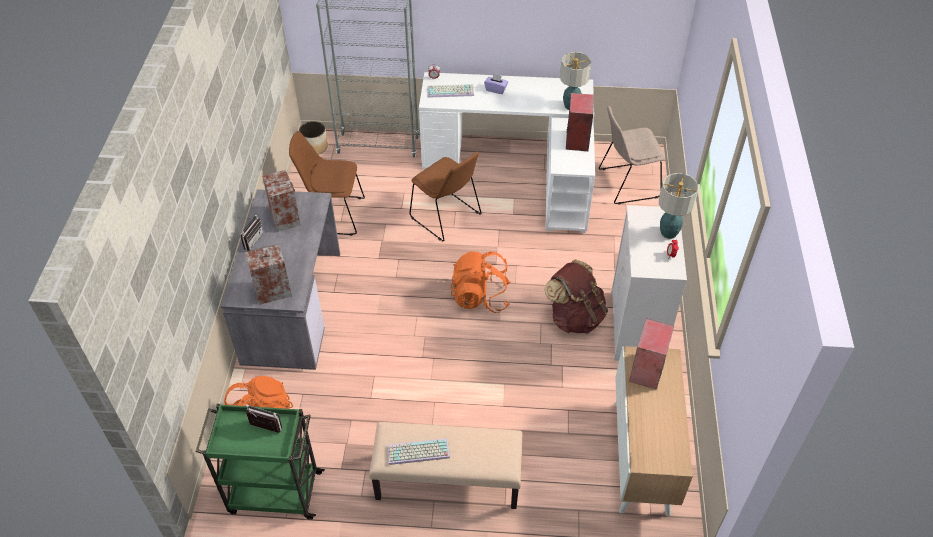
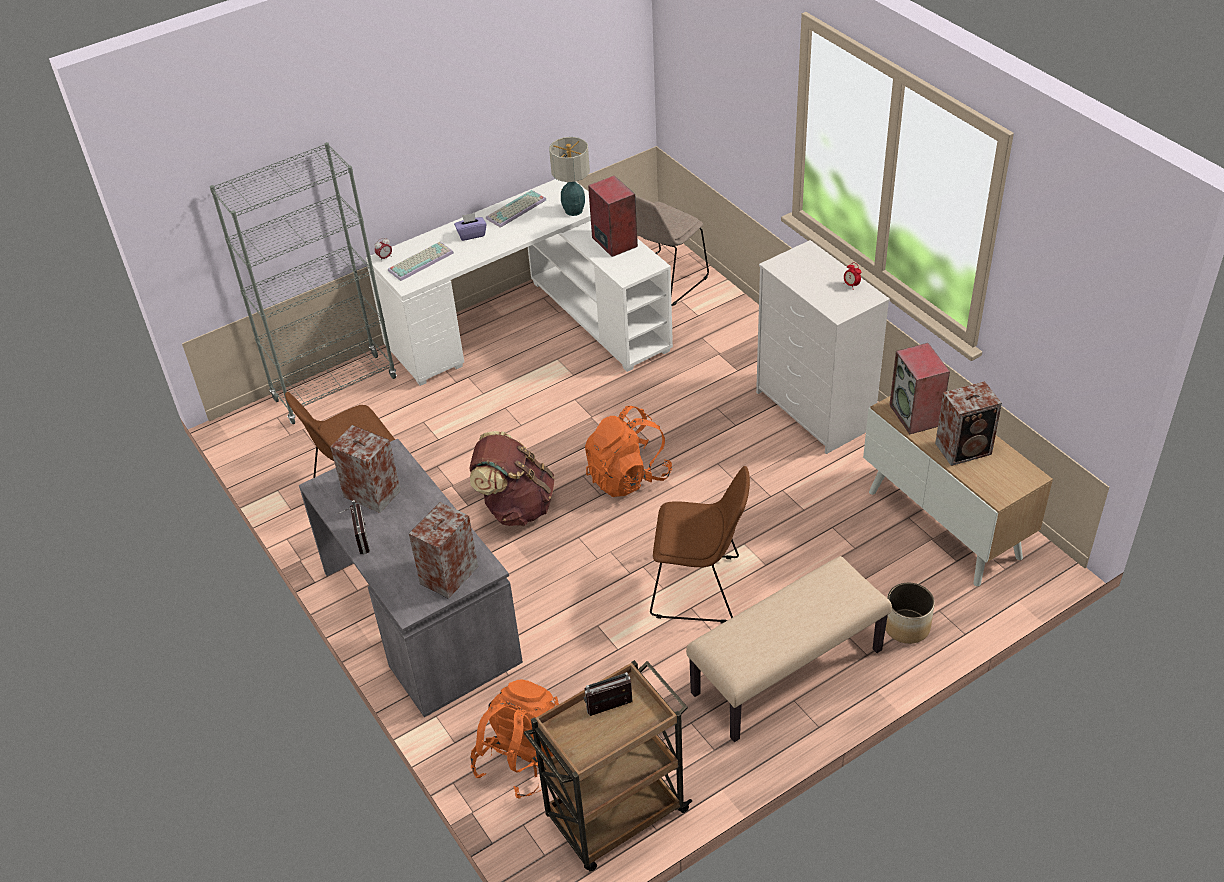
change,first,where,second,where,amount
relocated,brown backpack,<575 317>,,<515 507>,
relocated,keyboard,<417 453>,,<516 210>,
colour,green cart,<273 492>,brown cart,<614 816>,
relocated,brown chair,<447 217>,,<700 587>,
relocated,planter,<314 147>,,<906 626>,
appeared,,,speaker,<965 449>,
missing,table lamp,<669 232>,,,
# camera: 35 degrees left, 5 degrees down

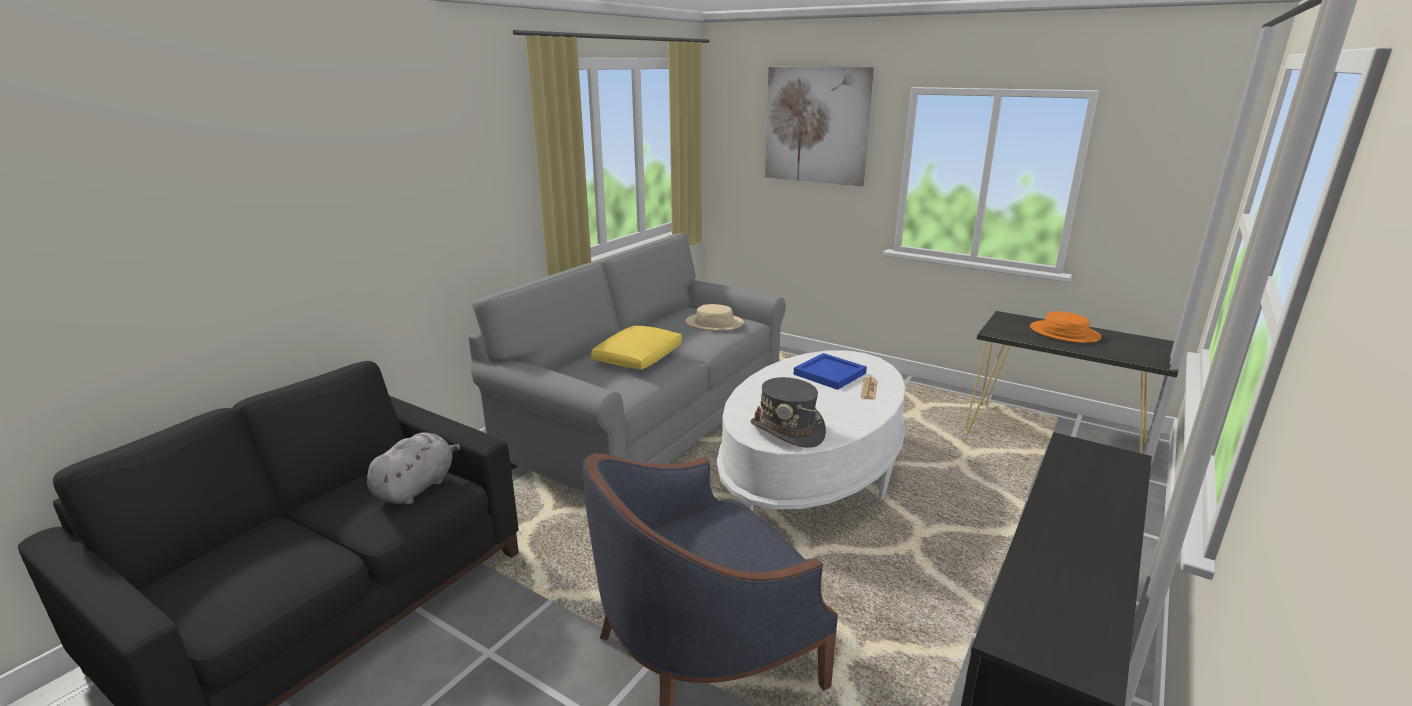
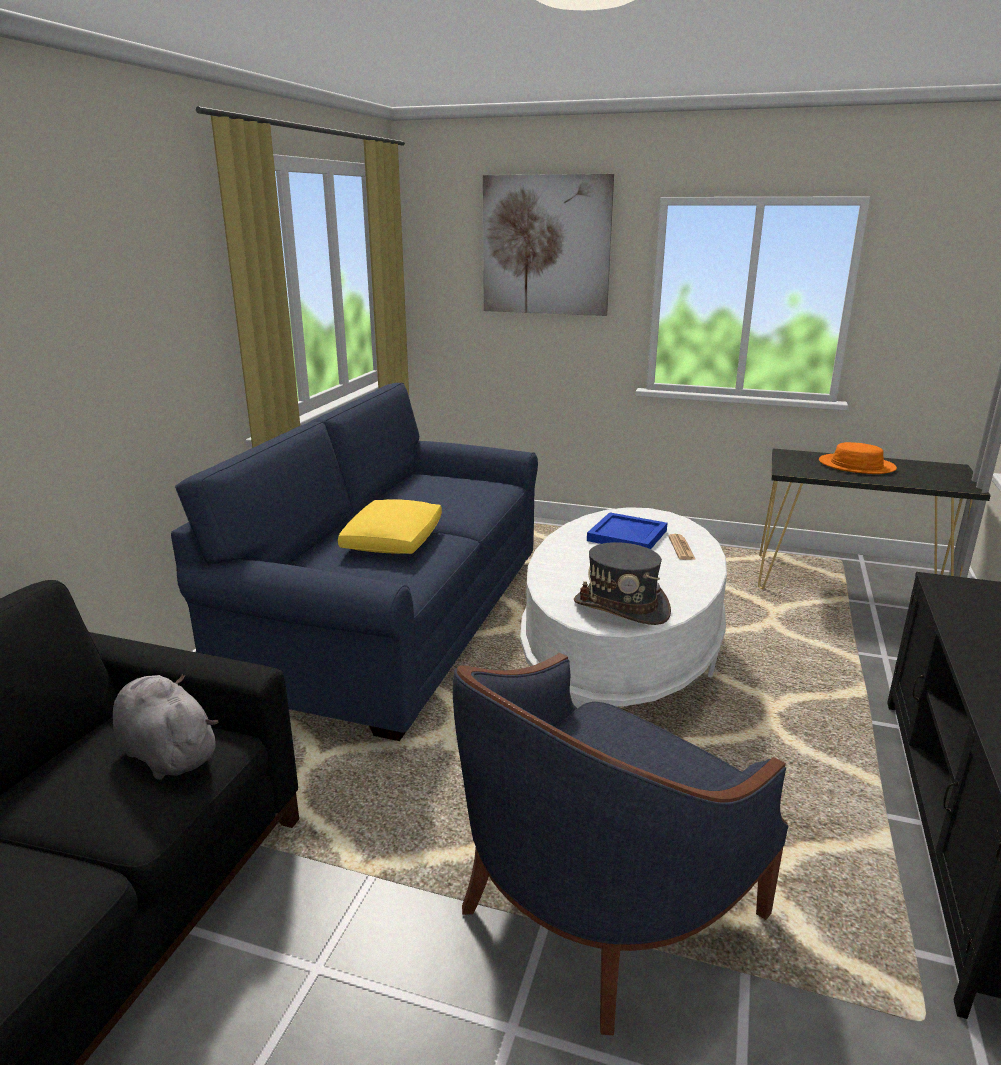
change,first,where,second,where,amount
spun,grey plush toy,<417 487>,,<166 752>,60 degrees counterclockwise
colour,grey sofa,<649 423>,blue sofa,<396 623>,
missing,beige hat,<714 323>,,,
# camera: 15 degrees left, 0 degrees up

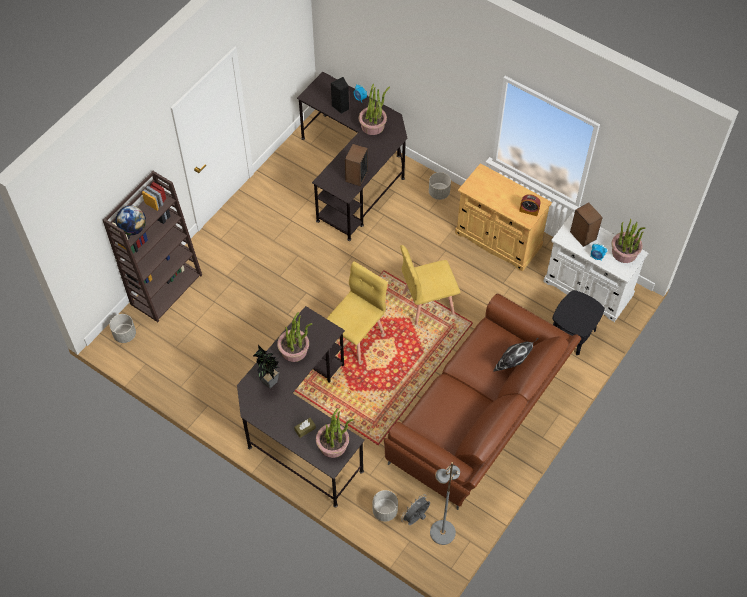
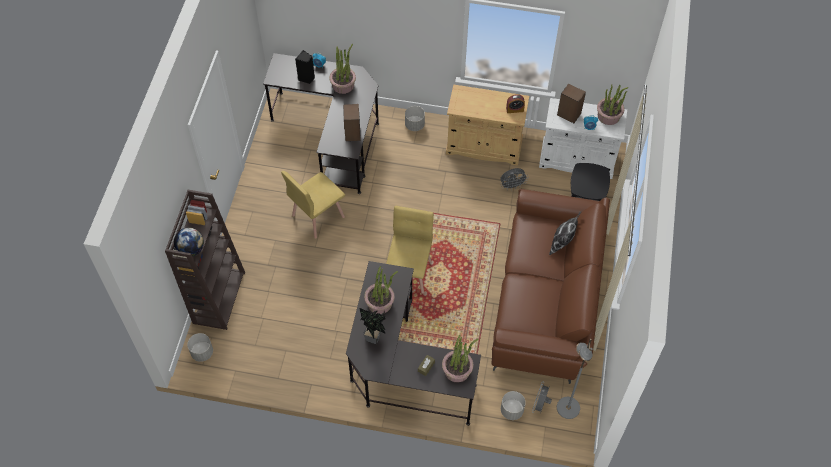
change,first,where,second,where,amount
relocated,yellow chair,<427 303>,,<317 216>,
appeared,,,grey fan,<512 186>,
# camera: 25 degrees left, 0 degrees up

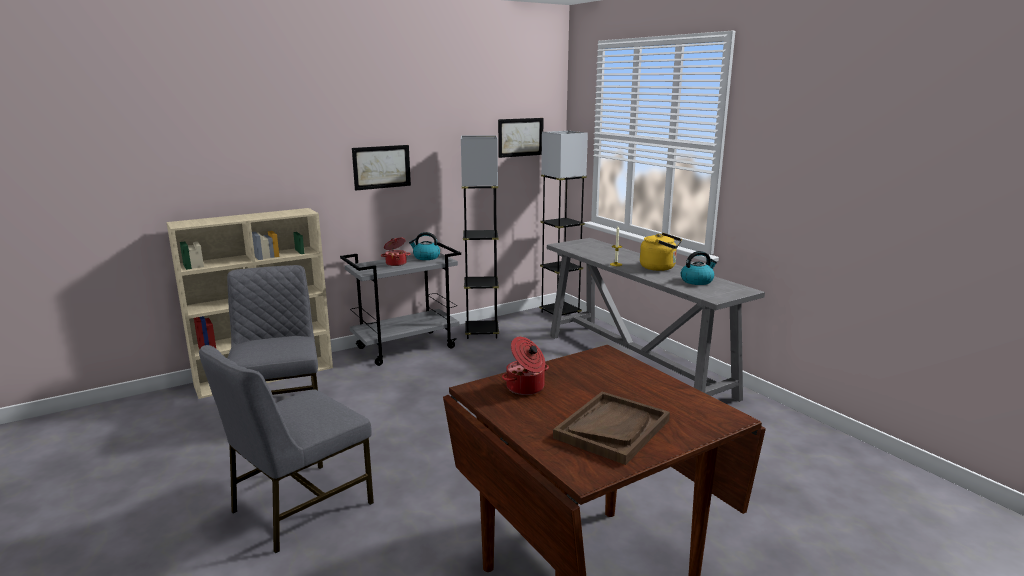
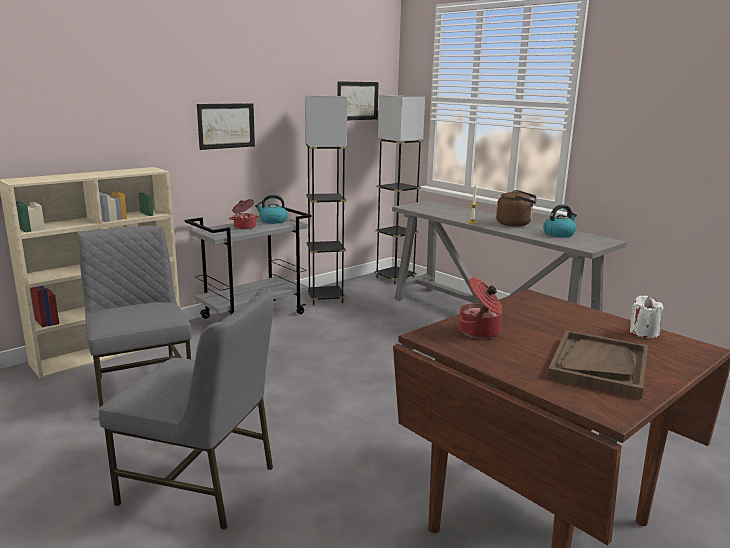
change,first,where,second,where,amount
spun,grey chair,<299 507>,,<201 484>,105 degrees counterclockwise
colour,yellow kettle,<660 267>,brown kettle,<515 224>,
appeared,,,white candle,<643 333>,
# camera: 10 degrees left, 0 degrees up

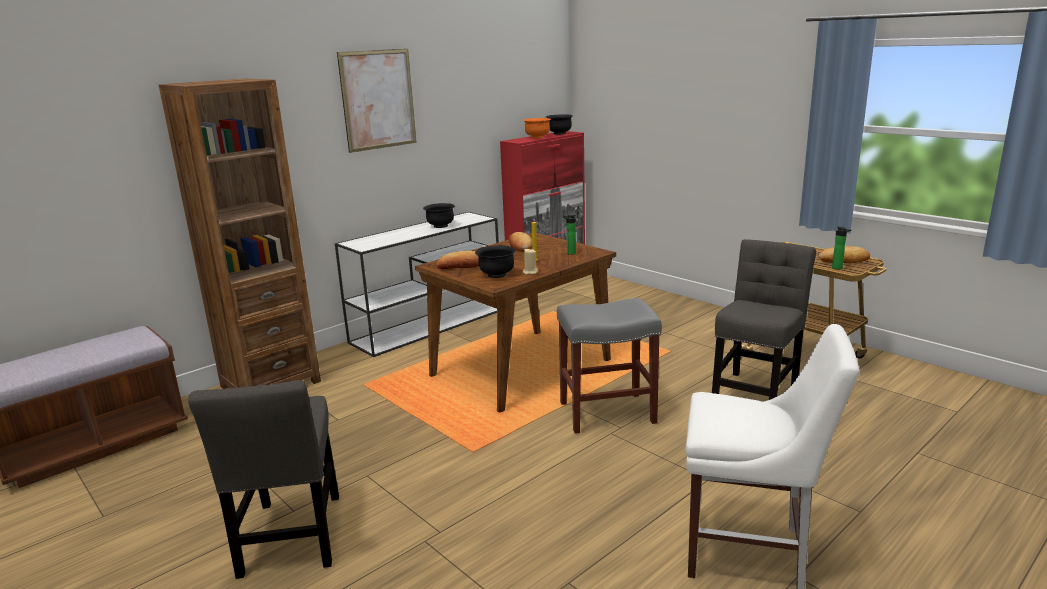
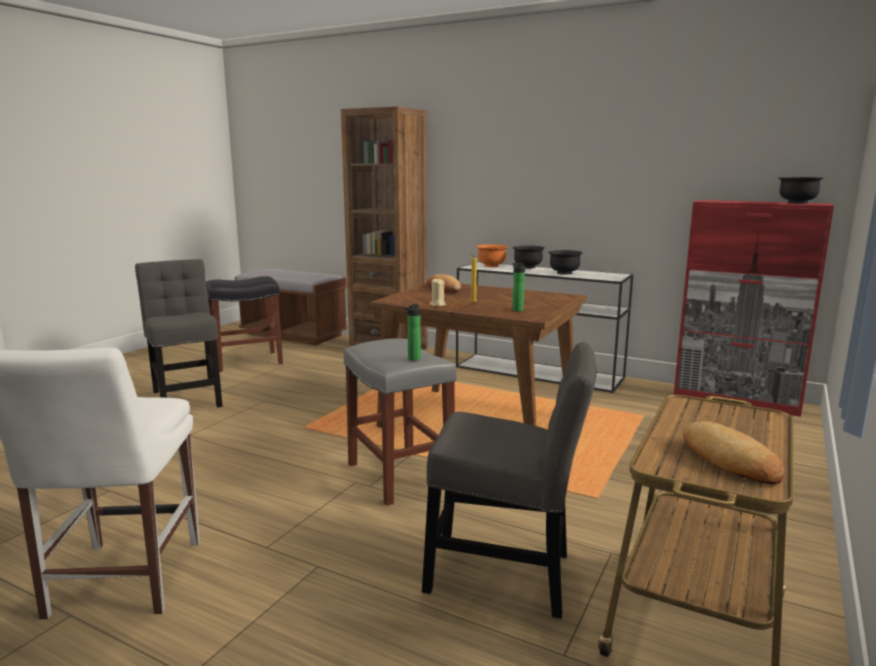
change,first,where,second,where,amount
spun,grey chair,<292 539>,,<187 397>,90 degrees clockwise
appeared,,,black stool,<248 361>,
relocated,bottle,<838 268>,,<412 359>,
relocated,orange bowl,<537 137>,,<491 266>,
relocated,black bowl,<496 275>,,<527 267>,
missing,picture,<378 99>,,,
missing,bread,<520 246>,,,
# camera: 70 degrees right, 5 degrees down

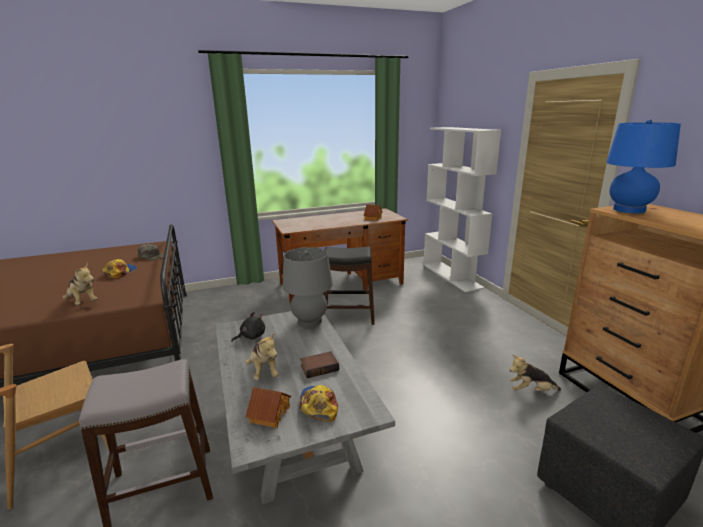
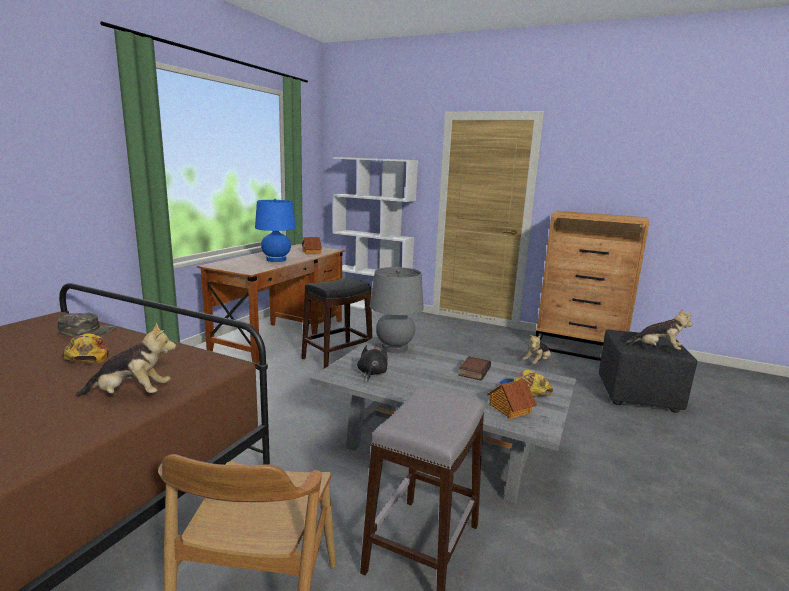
change,first,where,second,where,amount
relocated,blue table lamp,<629 210>,,<276 260>,
relocated,plush toy,<264 371>,,<657 349>,
# camera: 45 degrees left, 5 degrees down

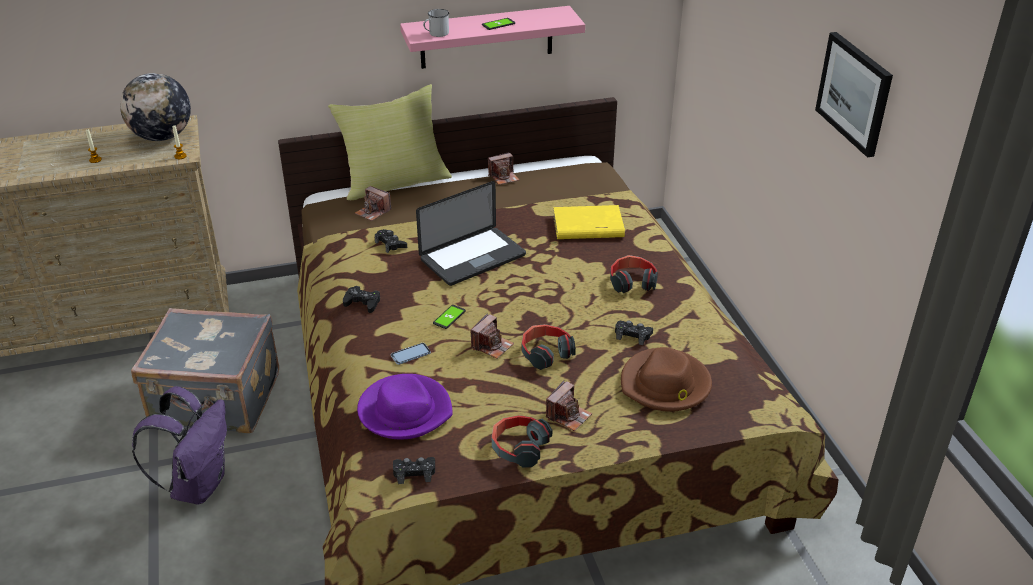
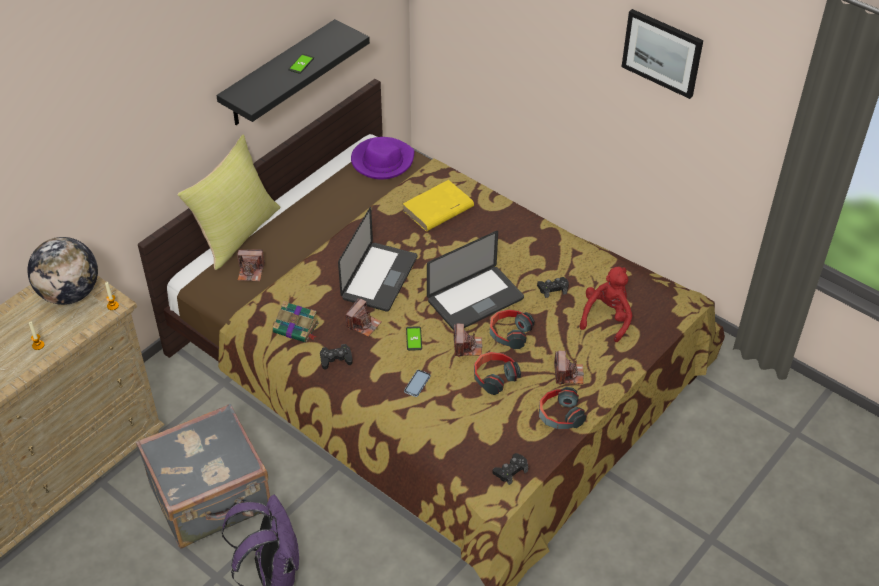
change,first,where,second,where,amount
colour,pink shelf,<486 37>,black shelf,<279 74>,
appeared,,,book,<297 328>,
relocated,photo camera,<504 177>,,<363 324>,
relocated,purple hat,<405 410>,,<382 161>,
appeared,,,laptop,<475 300>,
relocated,headphones,<632 282>,,<494 377>,
exchanged,brown hat,<665 384>,red plush toy,<607 317>,
missing,black game controller,<390 244>,,,
missing,white mug,<436 34>,,,
# camera: 35 degrees left, 10 degrees up

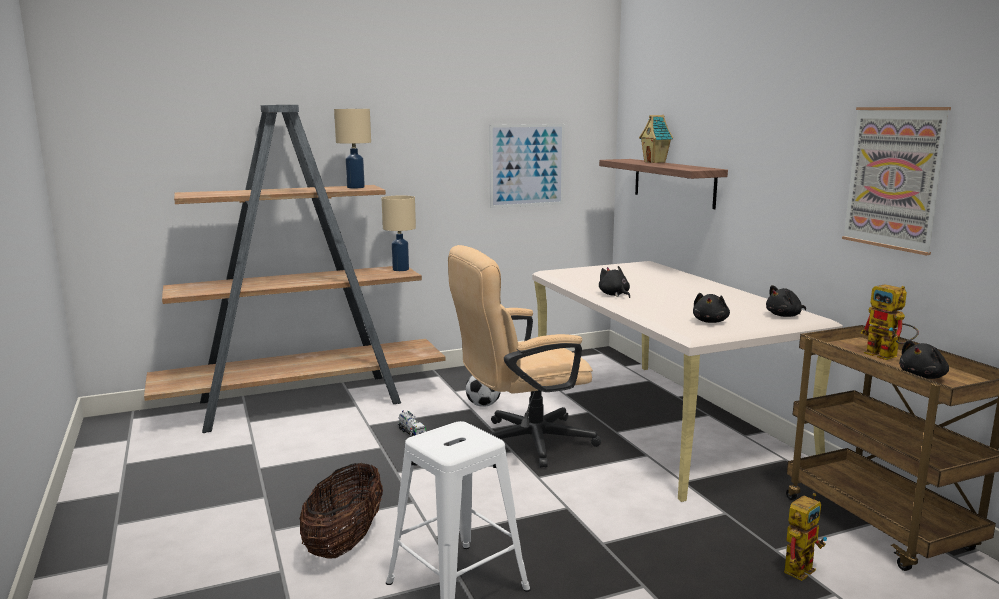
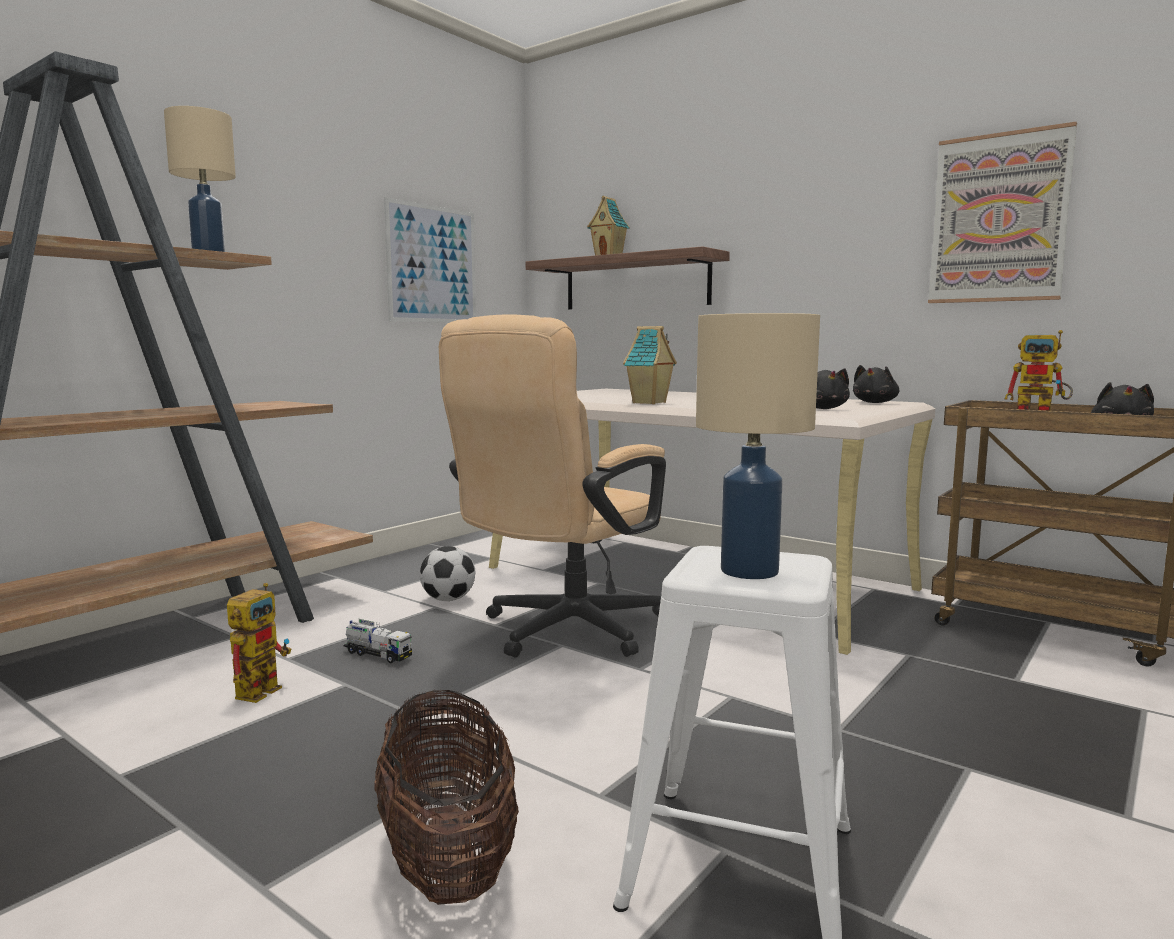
change,first,where,second,where,amount
relocated,toy robot,<800 567>,,<262 688>,
exchanged,black plush toy,<614 295>,toy house,<650 403>,
relocated,beige table lamp,<400 269>,,<751 571>,
# camera: 30 degrees left, 5 degrees down

